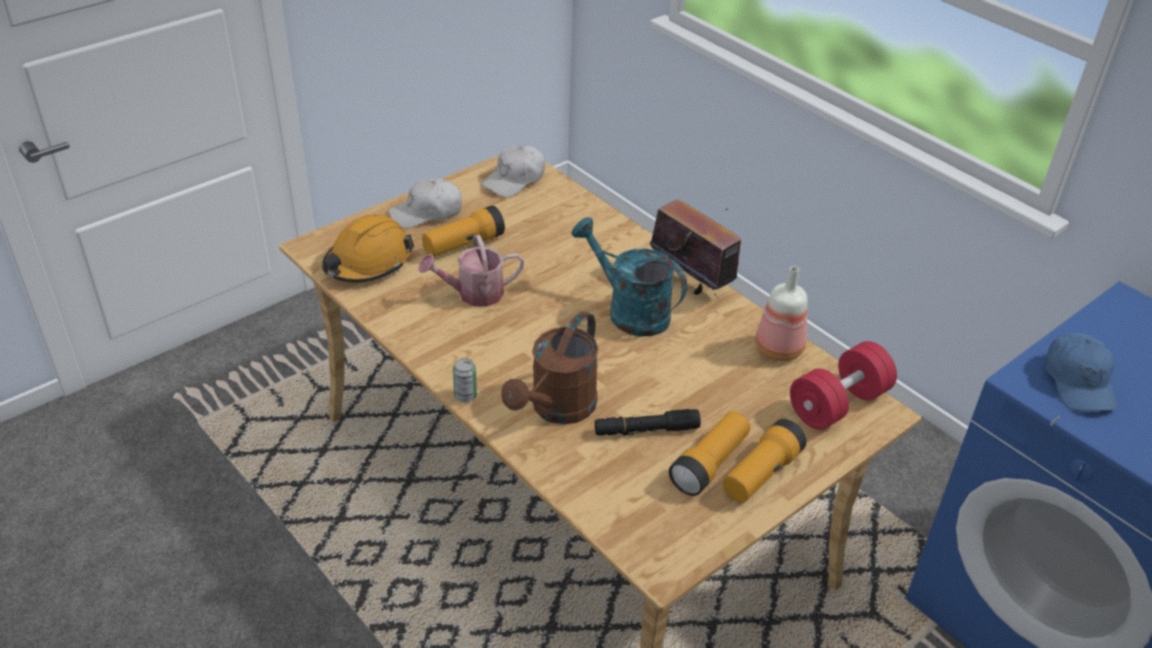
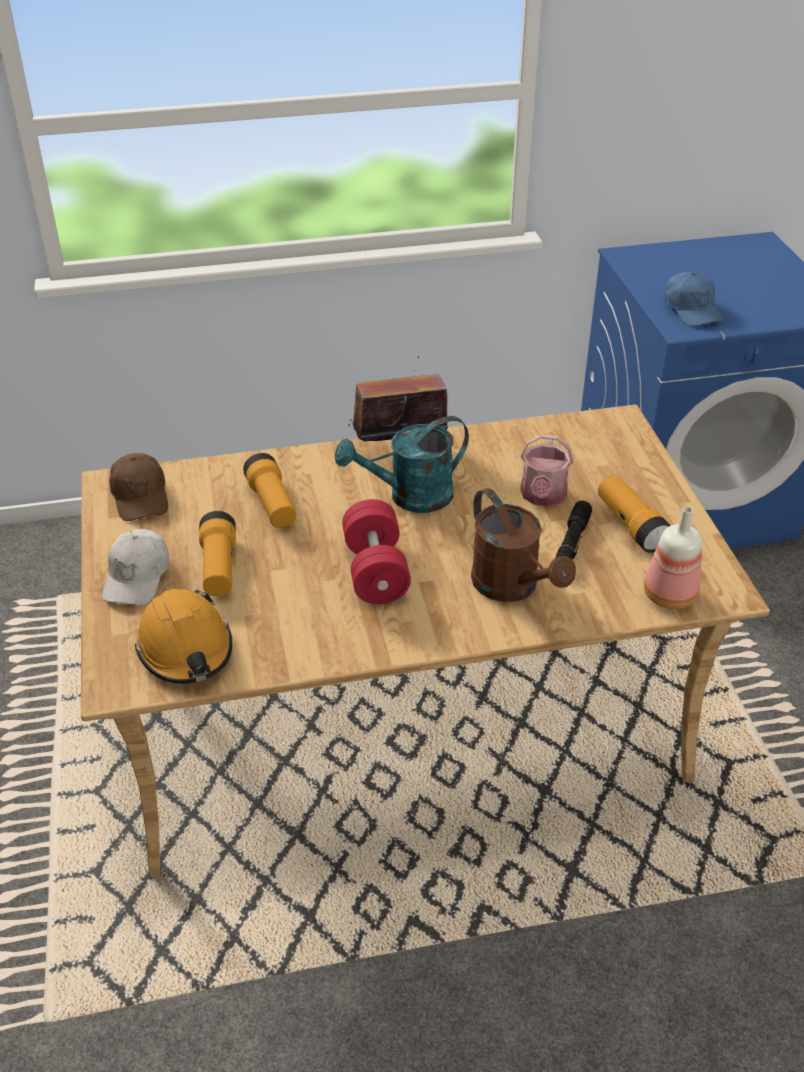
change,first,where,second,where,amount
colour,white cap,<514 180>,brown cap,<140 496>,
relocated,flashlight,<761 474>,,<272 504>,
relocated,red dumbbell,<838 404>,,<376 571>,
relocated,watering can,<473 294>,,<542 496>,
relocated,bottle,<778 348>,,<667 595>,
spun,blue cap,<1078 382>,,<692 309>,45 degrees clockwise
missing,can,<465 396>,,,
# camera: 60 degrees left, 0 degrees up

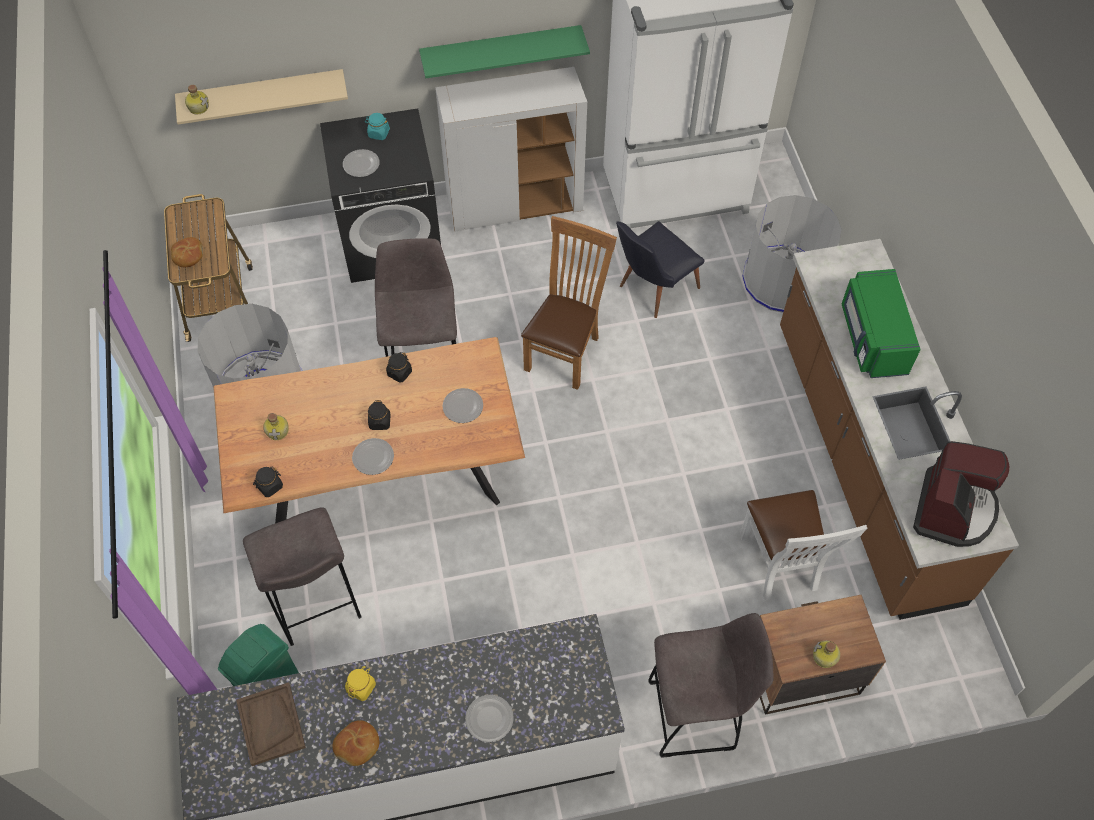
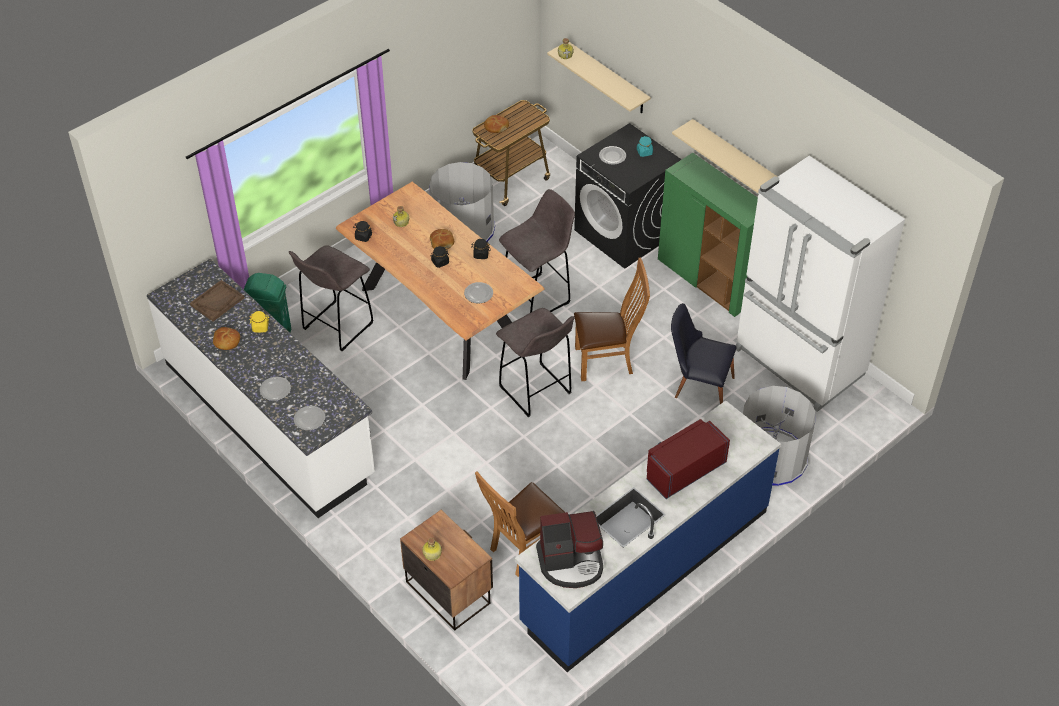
change,first,where,second,where,amount
relocated,plate,<373 458>,,<309 419>,
appeared,,,bread,<442 242>,
colour,white chair,<781 566>,brown chair,<522 549>,
relocated,grey stool,<694 715>,,<536 391>,
colour,brown counter,<864 461>,blue counter,<645 566>,
colour,green microwave,<872 338>,red microwave,<684 470>,
colour,white cabinet,<515 205>,green cabinet,<709 280>,
colour,green shelf,<501 50>,beige shelf,<737 160>,
# camera: 60 degrees right, 10 degrees down

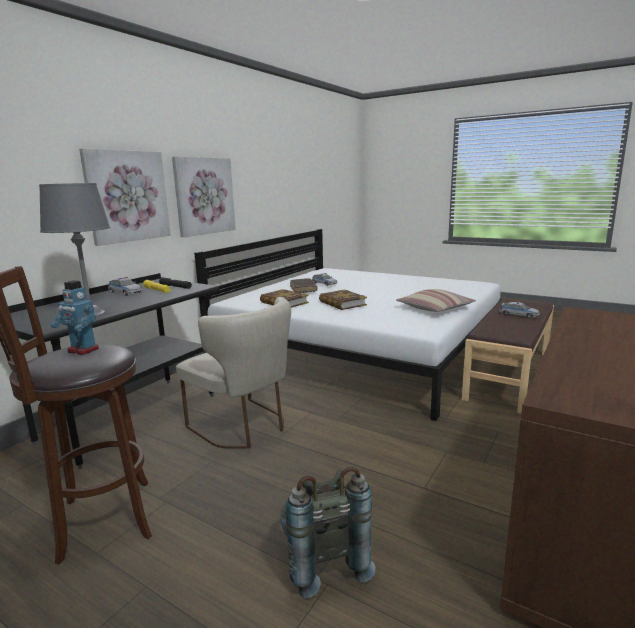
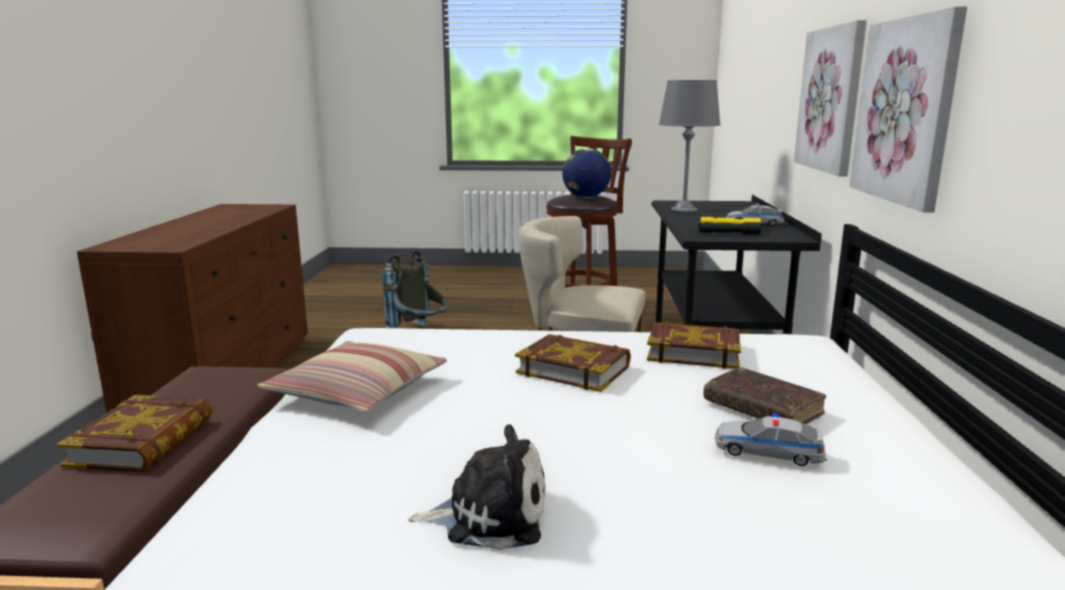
change,first,where,second,where,amount
exchanged,toy car,<518 315>,book,<143 442>,
appeared,,,plush toy,<489 515>,
exchanged,toy robot,<82 350>,globe,<585 197>,
# camera: 150 degrees right, 0 degrees up

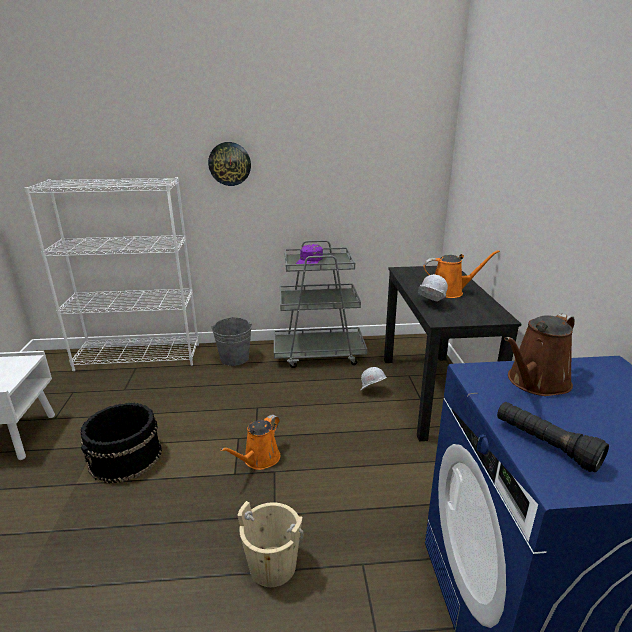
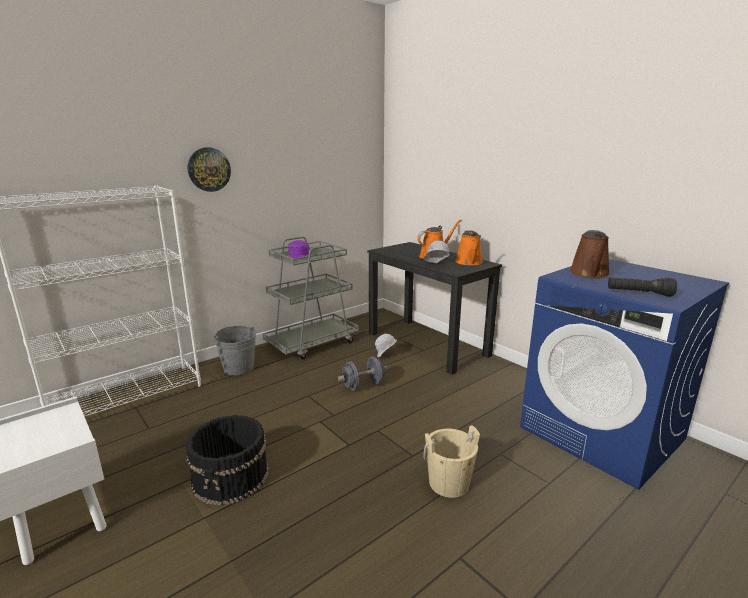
change,first,where,second,where,amount
appeared,,,grey dumbbell,<363 385>,
relocated,orange watering can,<259 459>,,<469 262>,
# camera: 35 degrees left, 5 degrees down

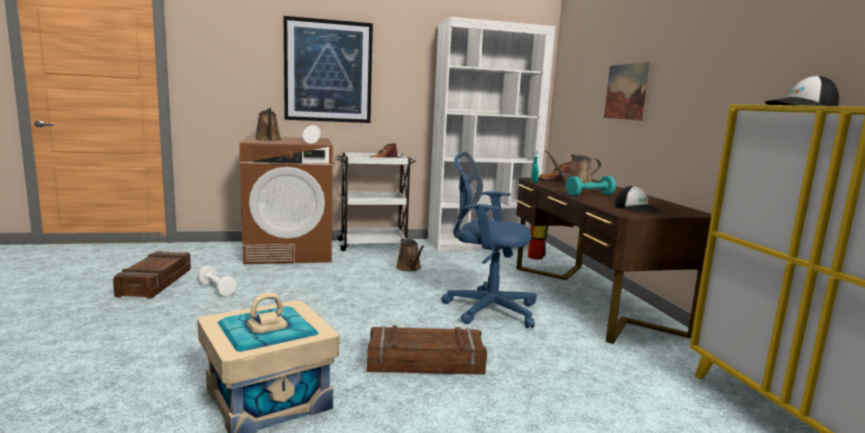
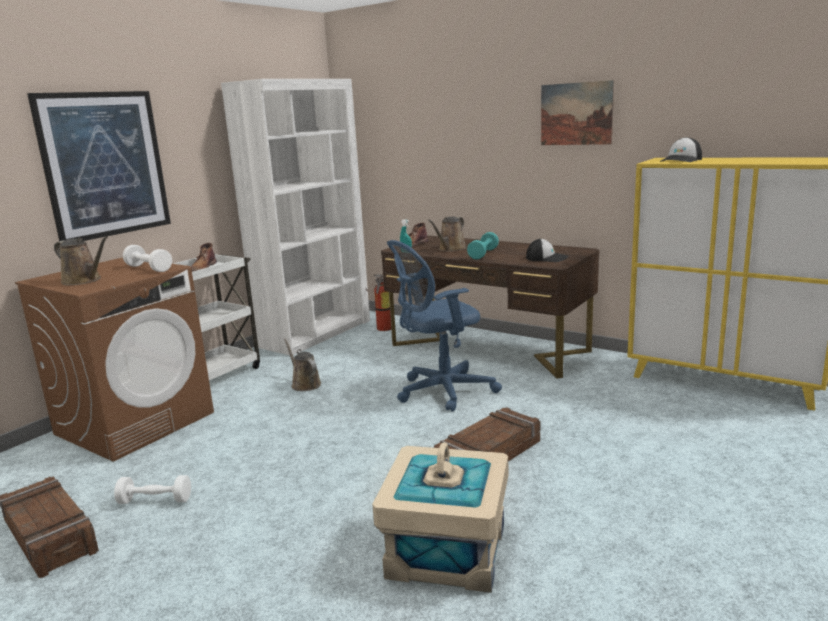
change,first,where,second,where,amount
spun,brown watering can,<409 268>,,<304 384>,150 degrees counterclockwise
relocated,picture,<626 91>,,<576 114>,
# camera: 40 degrees left, 5 degrees up

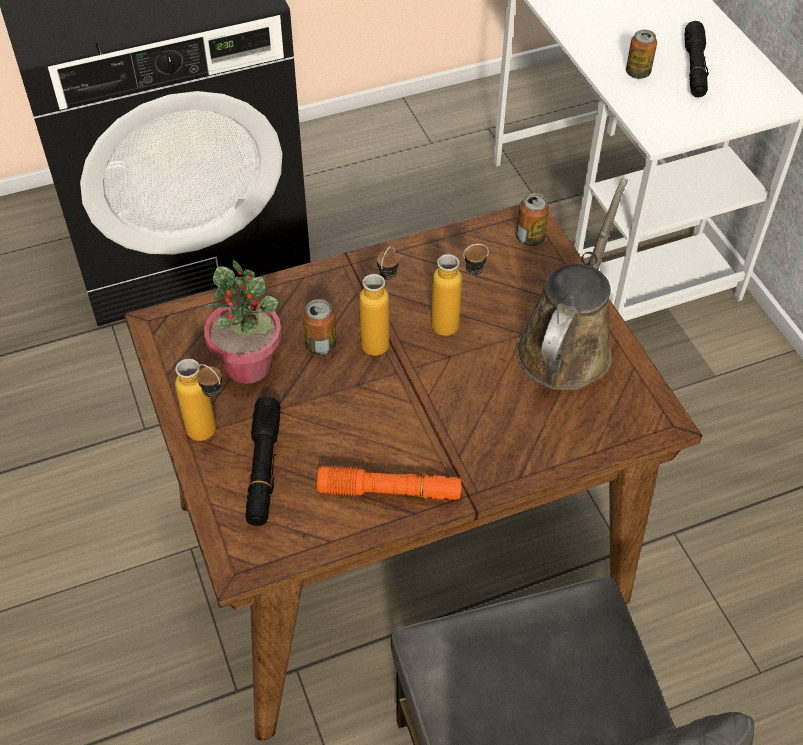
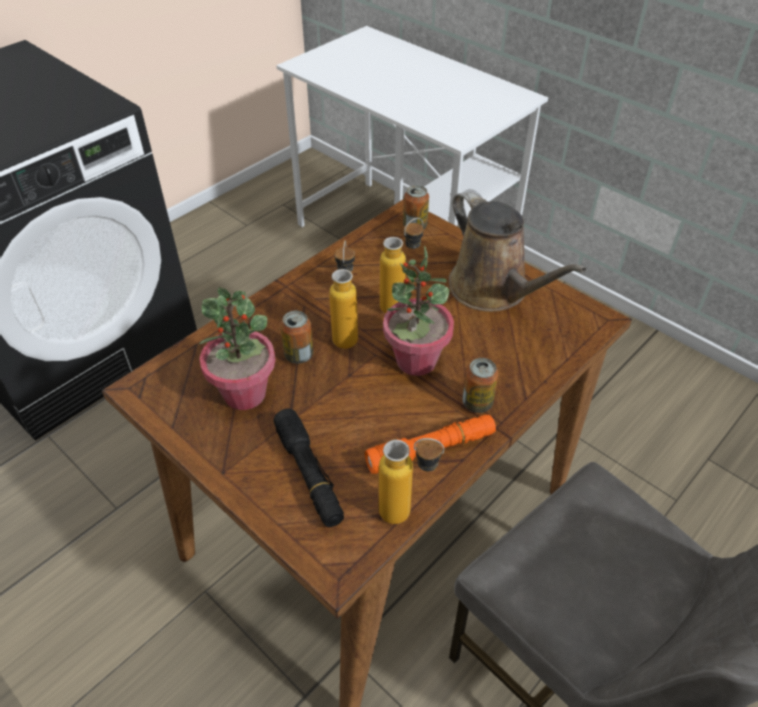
change,first,where,second,where,amount
relocated,bottle,<211 436>,,<407 513>,
appeared,,,potted plant,<416 361>,
spun,brown watering can,<567 345>,,<493 290>,150 degrees clockwise
relocated,can,<637 73>,,<477 403>,
missing,black flashlight,<694 67>,,,
# camera: 25 degrees left, 5 degrees down

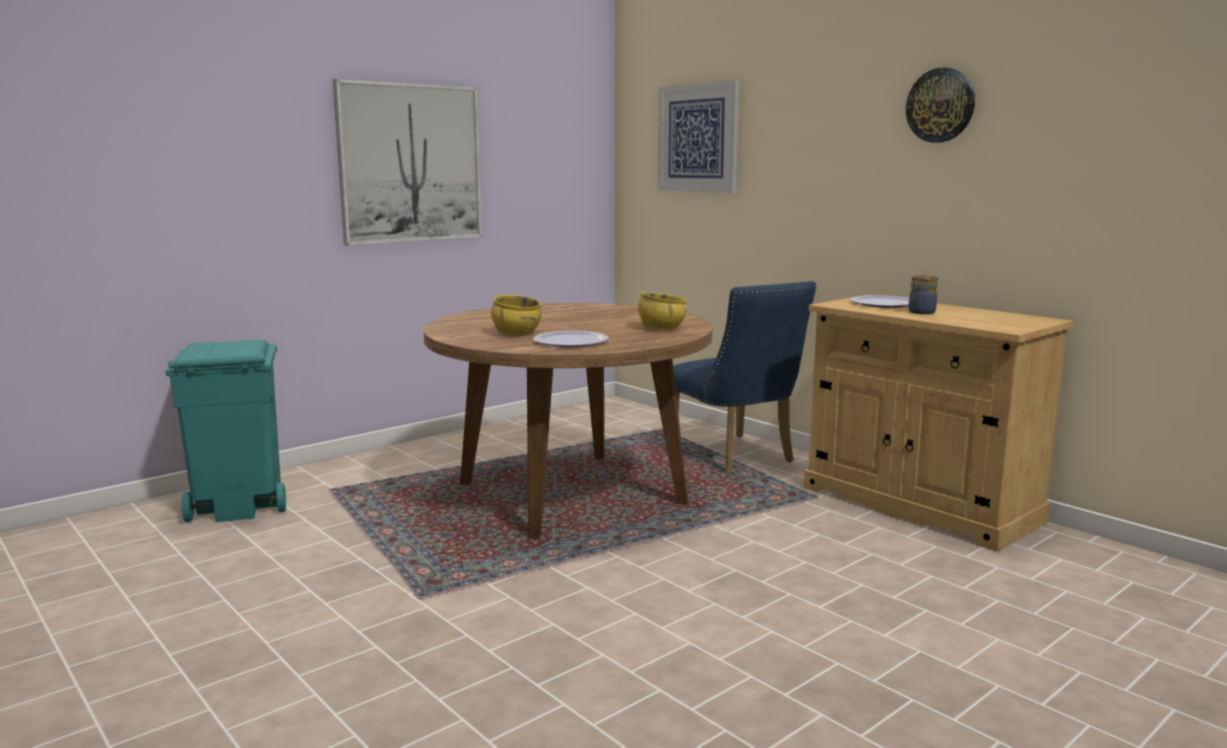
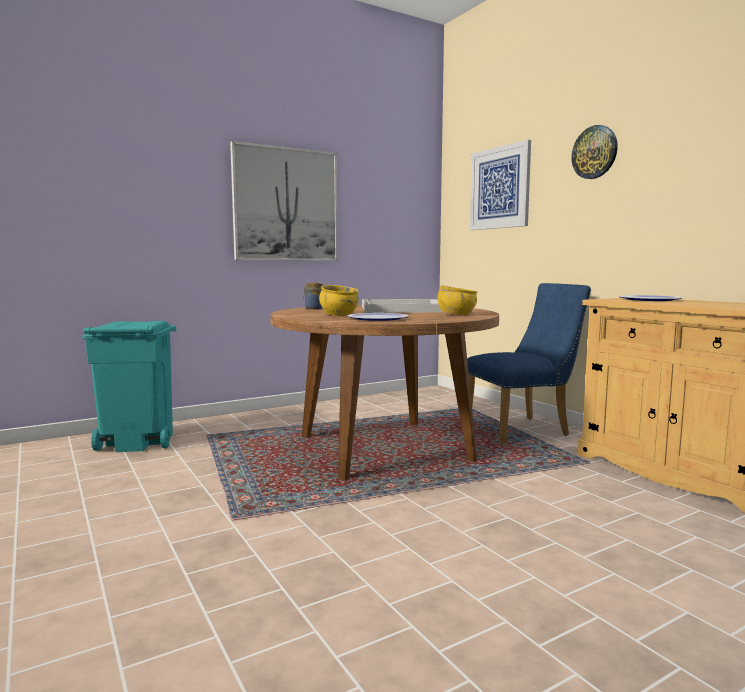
change,first,where,second,where,amount
relocated,jar,<920 312>,,<313 308>,
appeared,,,white tray,<401 309>,
spun,blue chair,<736 458>,,<523 430>,90 degrees counterclockwise
relocated,wall clock,<940 105>,,<594 152>,
# camera: 10 degrees right, 5 degrees down

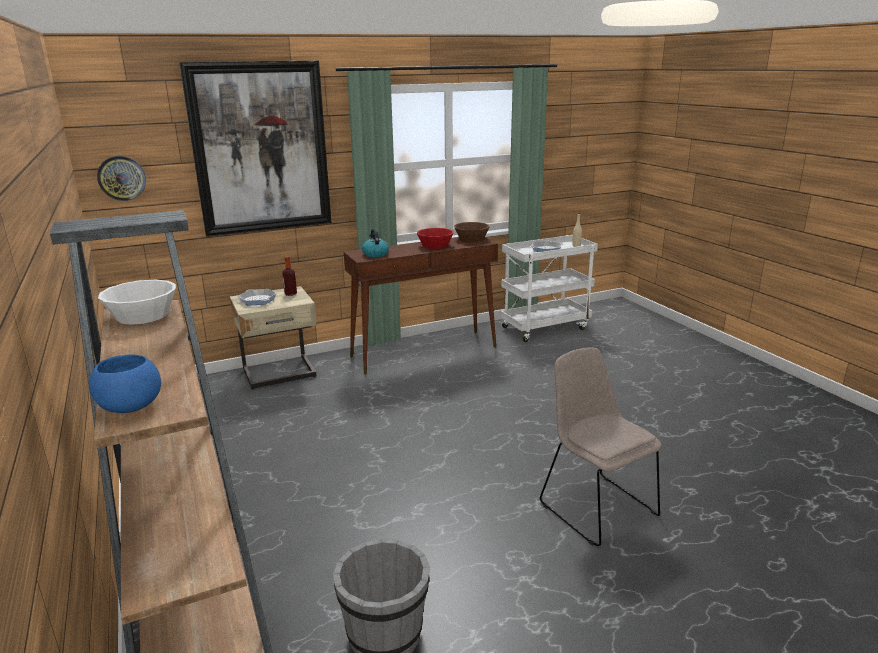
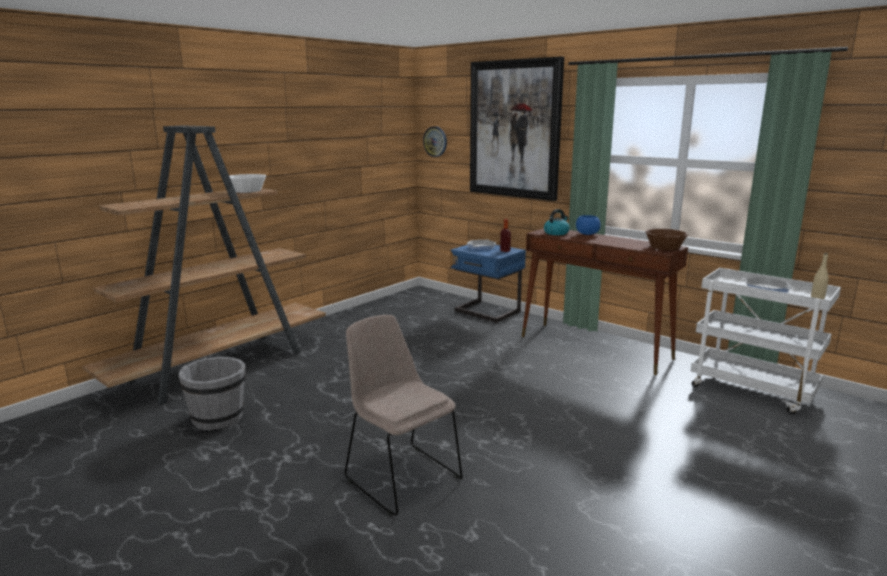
change,first,where,second,where,amount
spun,beige chair,<595 506>,,<401 476>,75 degrees counterclockwise
colour,beige nightstand,<280 374>,blue nightstand,<486 313>,
relocated,blue bowl,<130 407>,,<587 234>,
missing,red bowl,<435 245>,,,
# camera: 65 degrees right, 5 degrees down

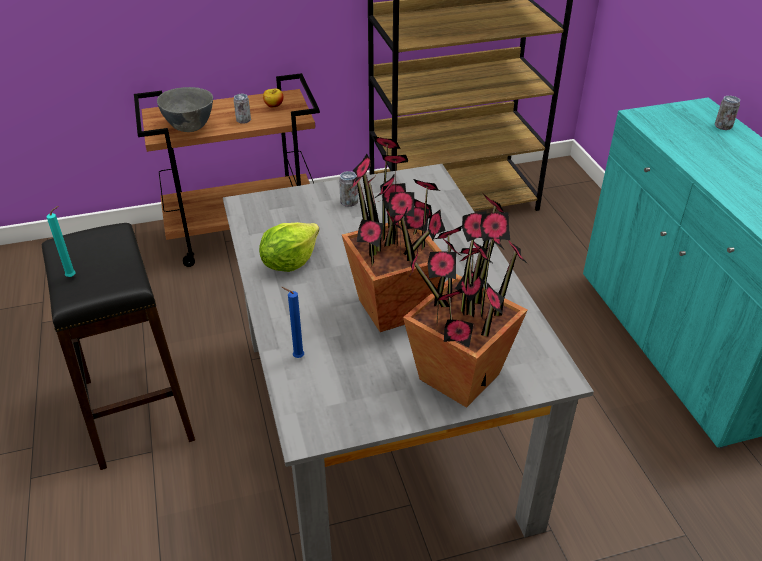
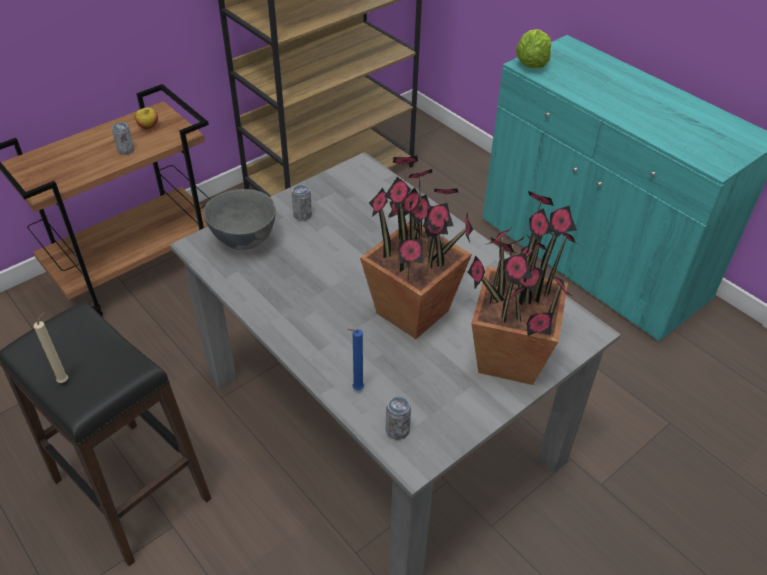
change,first,where,second,where,amount
colour,turquoise candle,<73 276>,beige candle,<65 380>,
relocated,grey bowl,<190 128>,,<245 241>,
relocated,can,<723 126>,,<397 430>,
relocated,lettuce,<289 262>,,<531 63>,
# camera: 25 degrees left, 5 degrees up

